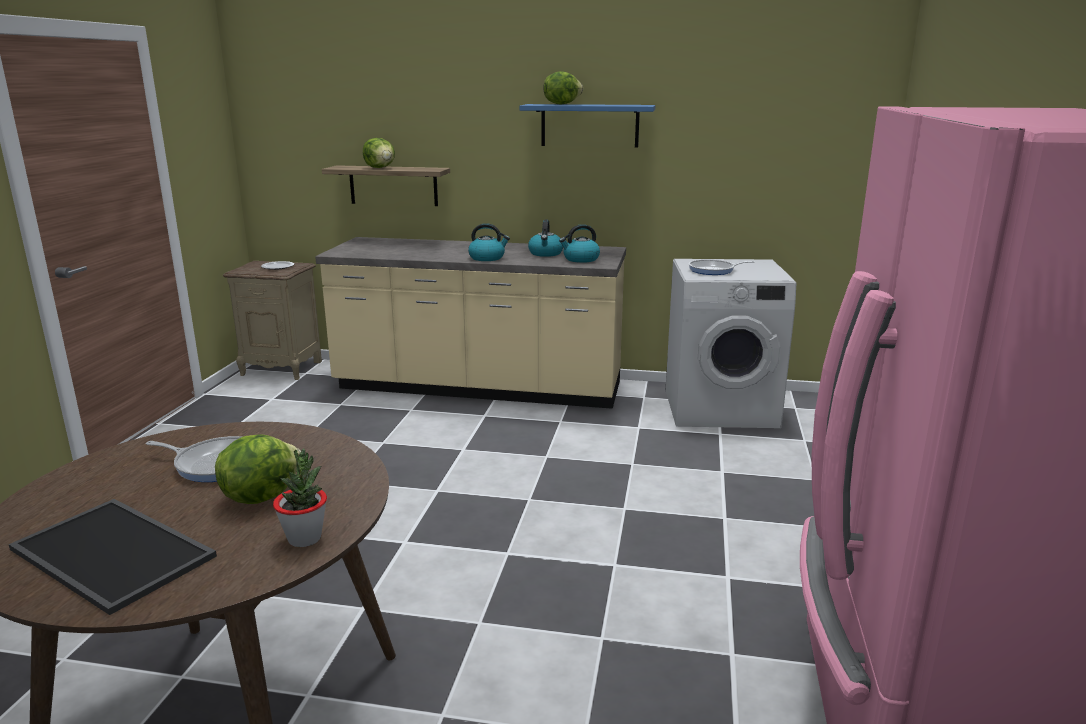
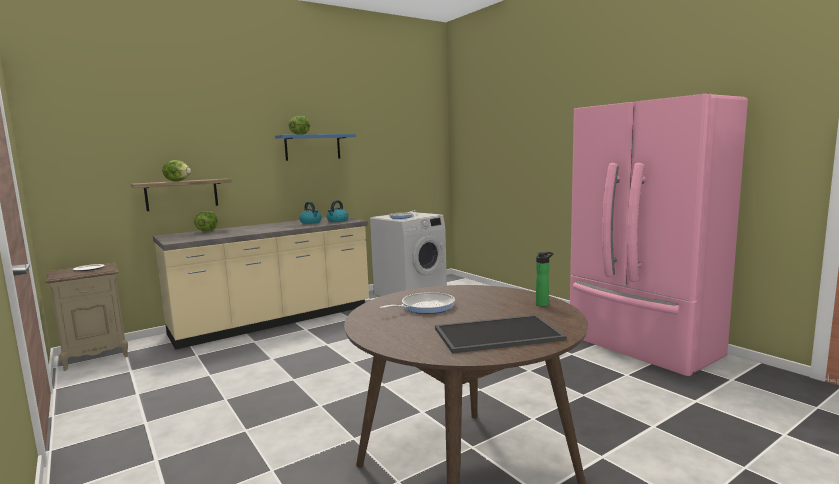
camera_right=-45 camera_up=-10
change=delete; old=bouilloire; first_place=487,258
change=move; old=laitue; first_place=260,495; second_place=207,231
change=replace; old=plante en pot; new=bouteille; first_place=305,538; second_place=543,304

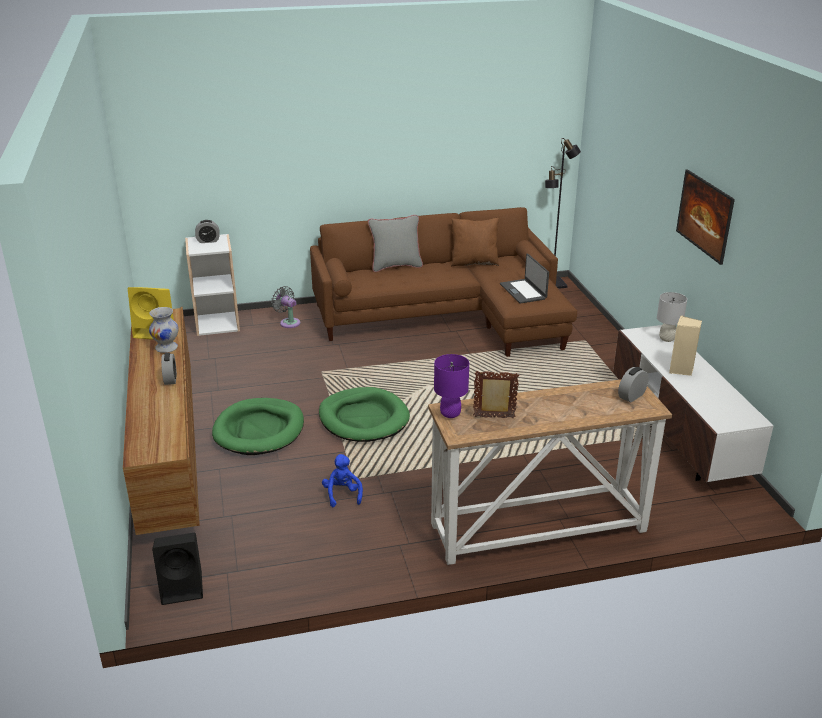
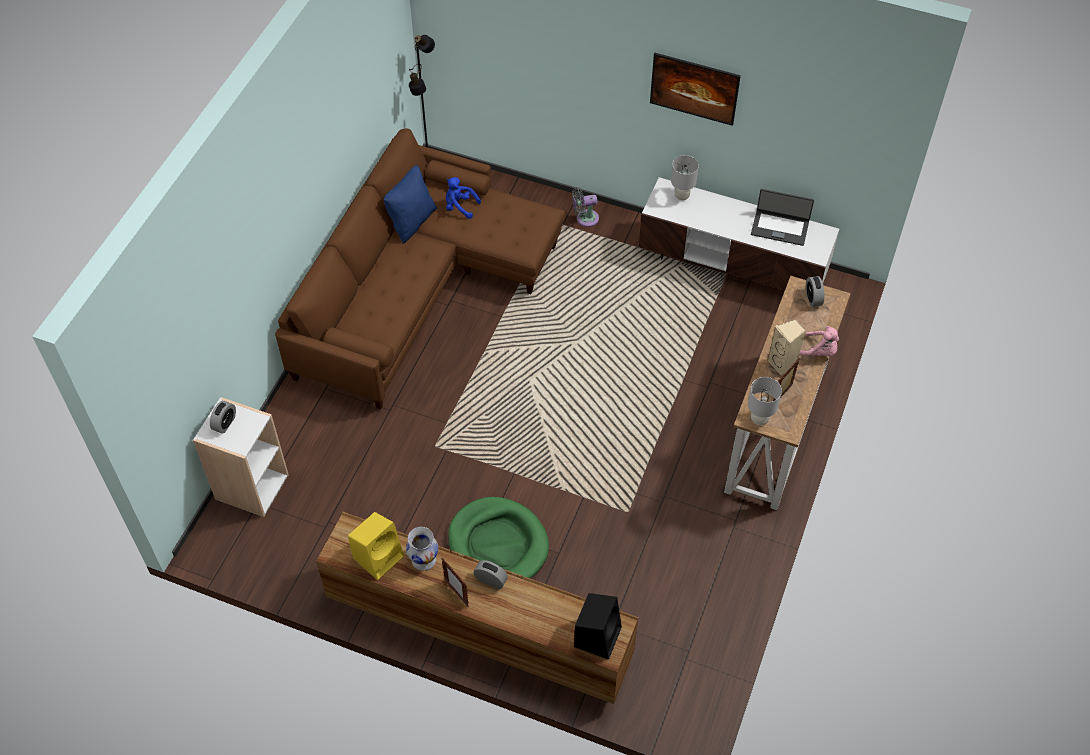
camera_right=-55 camera_up=25
change=delete; old=panier pour chien/vert; first_place=363,418
change=delete; old=coussin/gris; first_place=395,266
change=insert; new=cadre photo; second_place=456,593
change=insert; new=peluche/rose; second_place=819,352
change=move; old=enceinte/noir; first_place=183,587; second_place=597,635
change=move; old=ventilateur/gris; first_place=288,322; second_place=585,219
change=move; old=peluche/bleu; first_place=342,494; second_place=460,207
change=move; old=ordinateur portable; first_place=523,291; second_place=780,227
change=move; old=enceinte/beige; first_place=681,370; second_place=783,364
change=recolor; old=lampe de table/violet; new=lampe de table/gris; first_place=451,415; second_place=760,419
change=recolor; old=coussin/marron; new=coussin/bleu; first_place=474,262; second_place=411,221

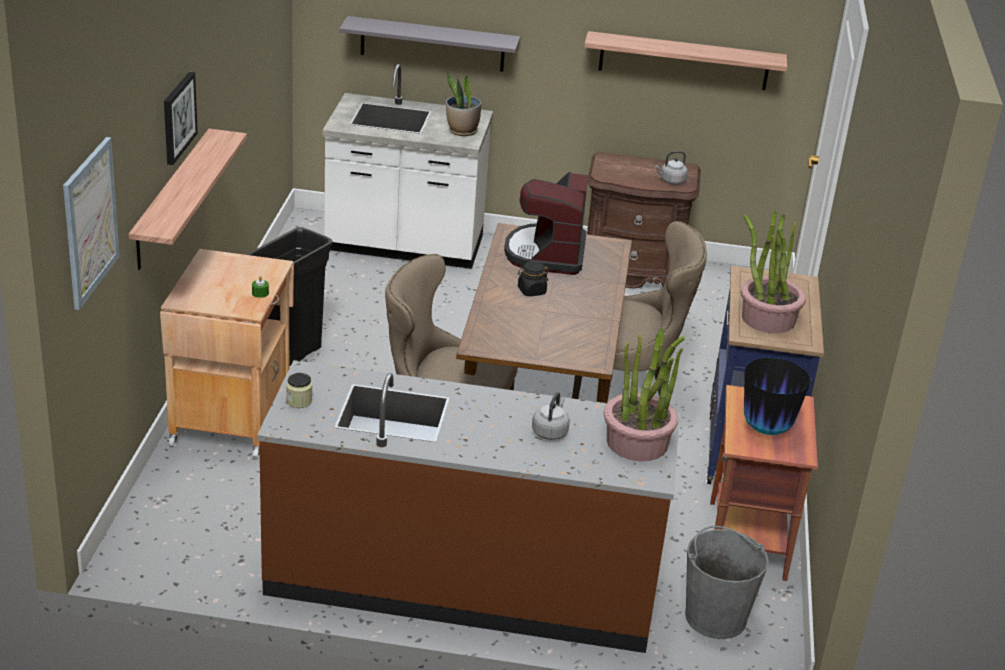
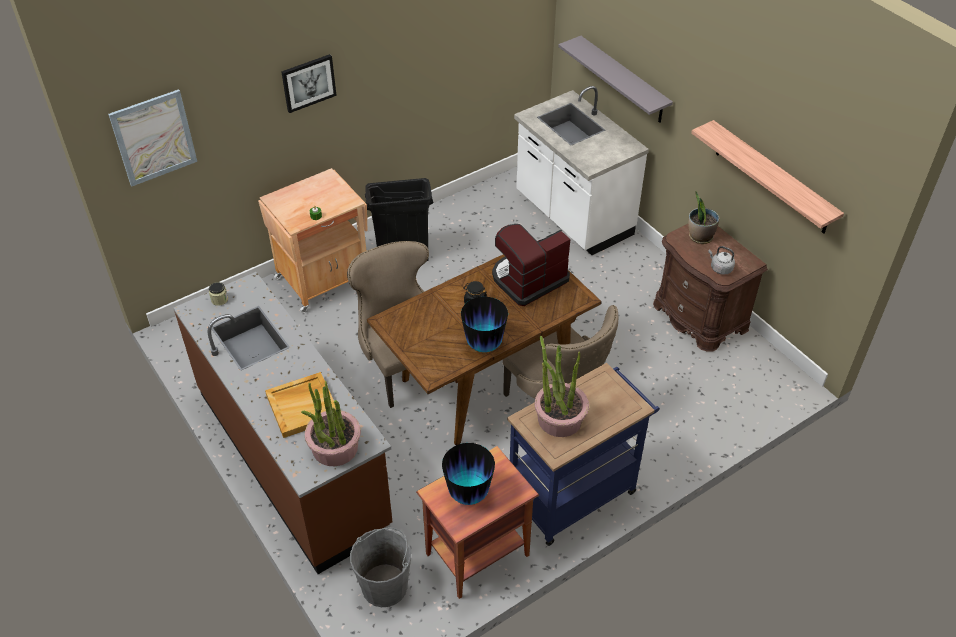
camera_right=50 camera_up=15
change=delete; old=étagère; first_place=172,199
change=insert; new=vase; second_place=484,345
change=move; old=plante en pot; first_place=462,131; second_place=700,237
change=replace; old=bouilloire/gris; new=plateau/beige; first_place=550,431; second_place=303,406

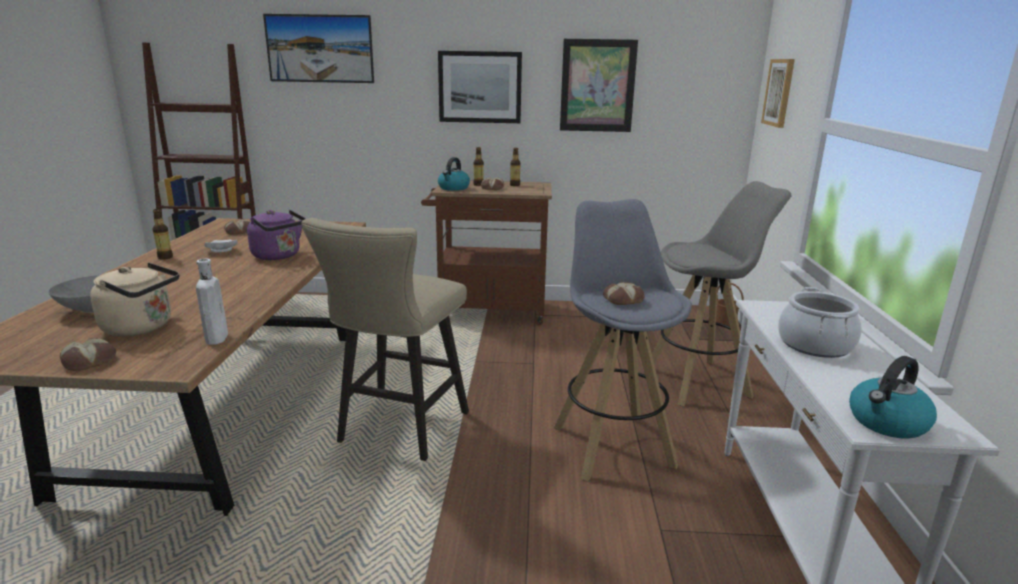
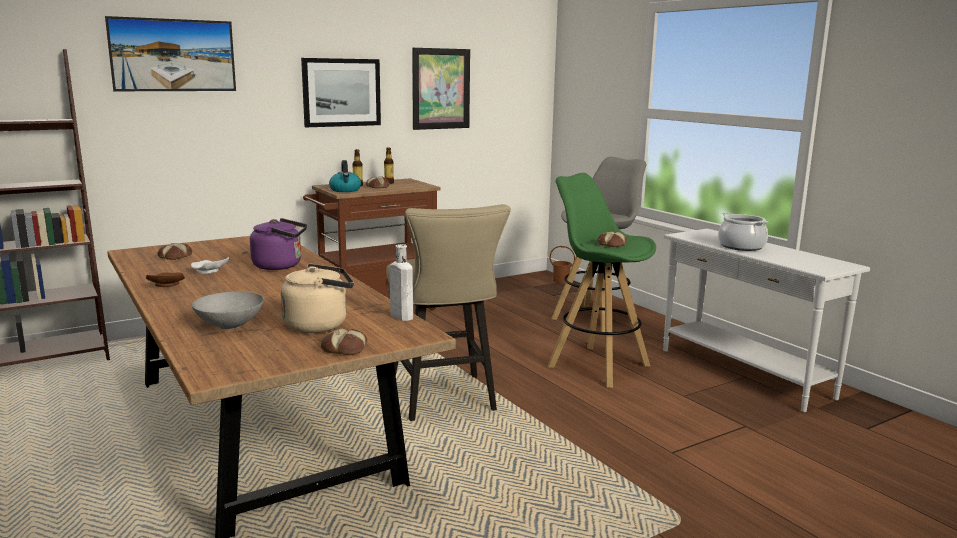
camera_right=-35 camera_up=-5
change=delete; old=tableau; first_place=779,92
change=delete; old=bouilloire; first_place=887,423
change=replace; old=bouteille; new=assiette/marron; first_place=165,257; second_place=166,285
change=recolor; old=tabouret/gris; new=tabouret/vert; first_place=612,444; second_place=596,365

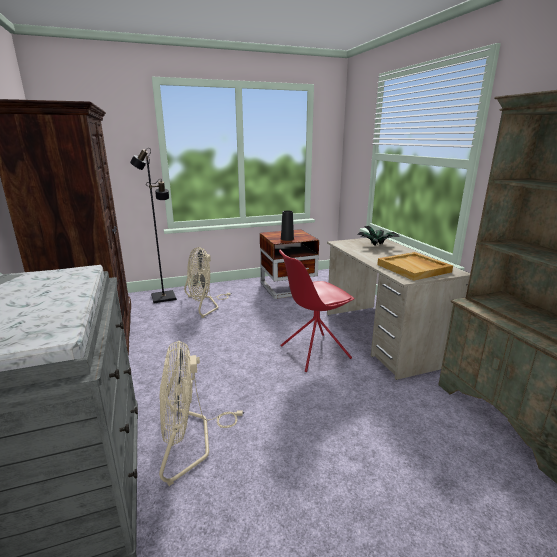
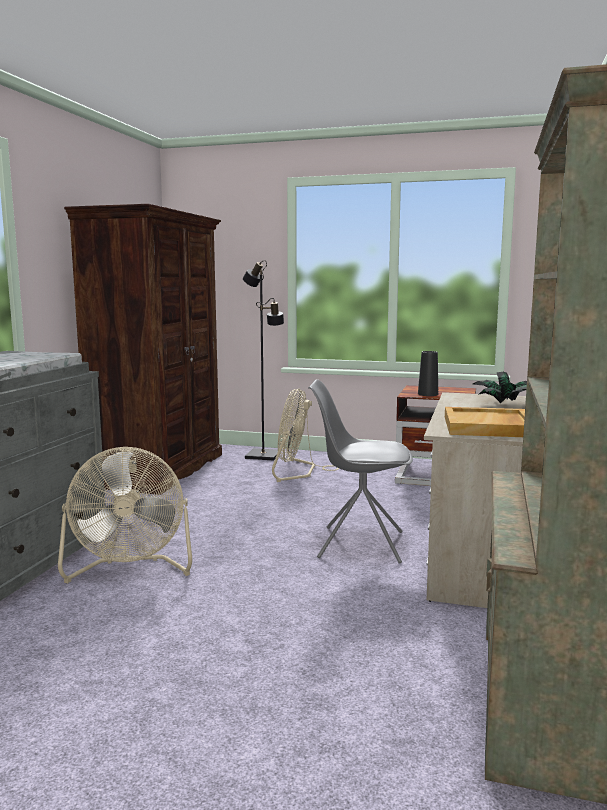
camera_right=35 camera_up=-10
change=recolor; old=chaise/rouge; new=chaise/gris; first_place=313,352; second_place=359,544
change=rotate; old=ventilateur/beige; first_place=192,437; second_place=126,568; degrees=-120

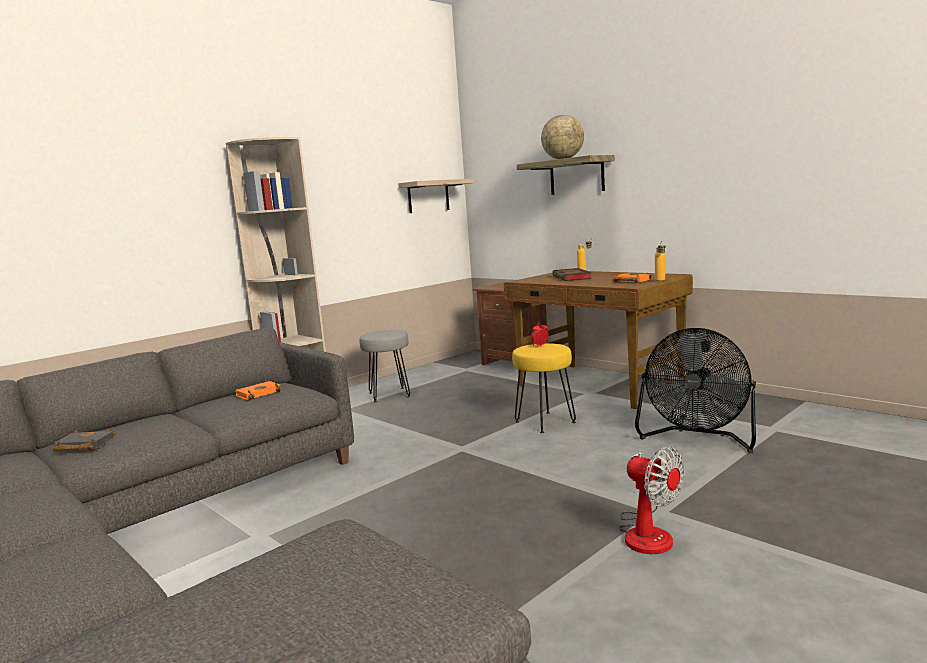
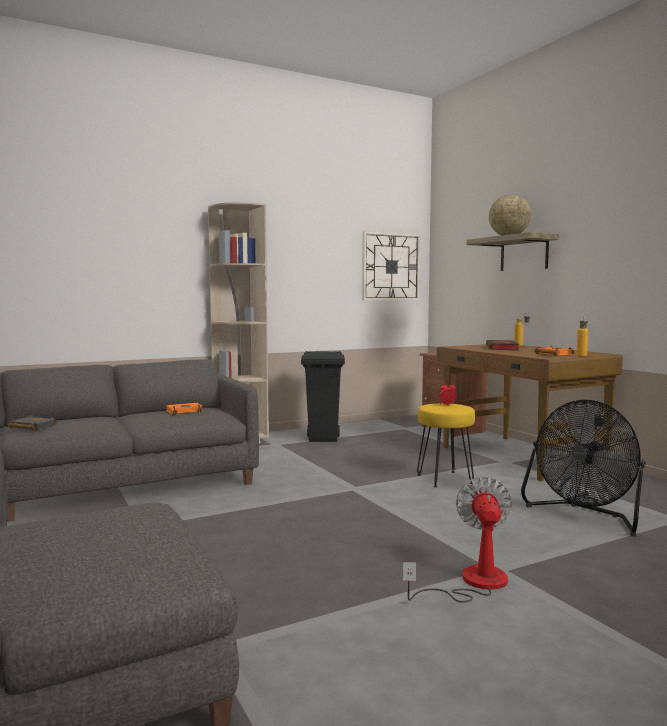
camera_right=15 camera_up=-5
change=replace; old=tabouret/gris; new=poubelle/noir; first_place=389,394; second_place=323,438
change=replace; old=étagère; new=horloge murale; first_place=428,196; second_place=391,267
change=rotate; old=ventilateur; first_place=647,532; second_place=472,583; degrees=-150

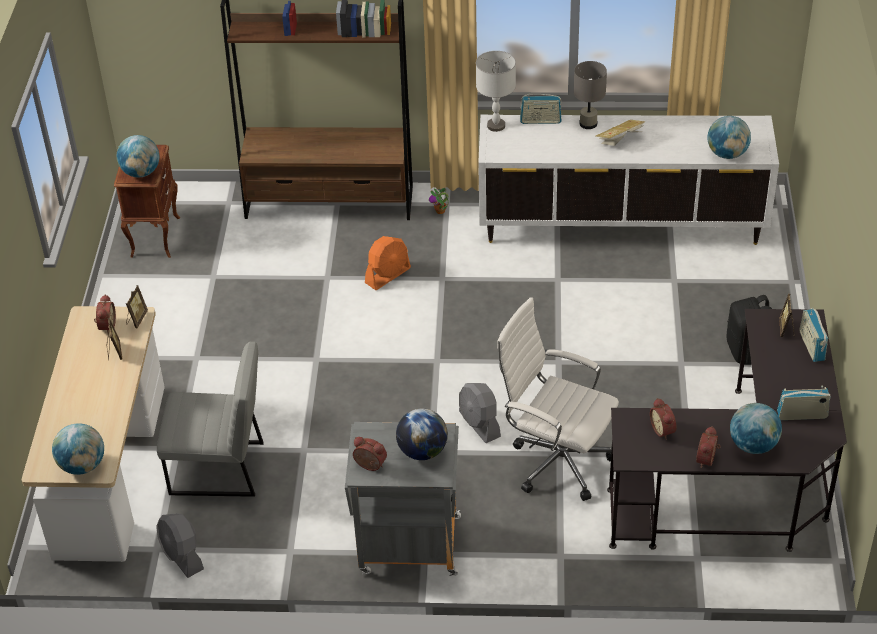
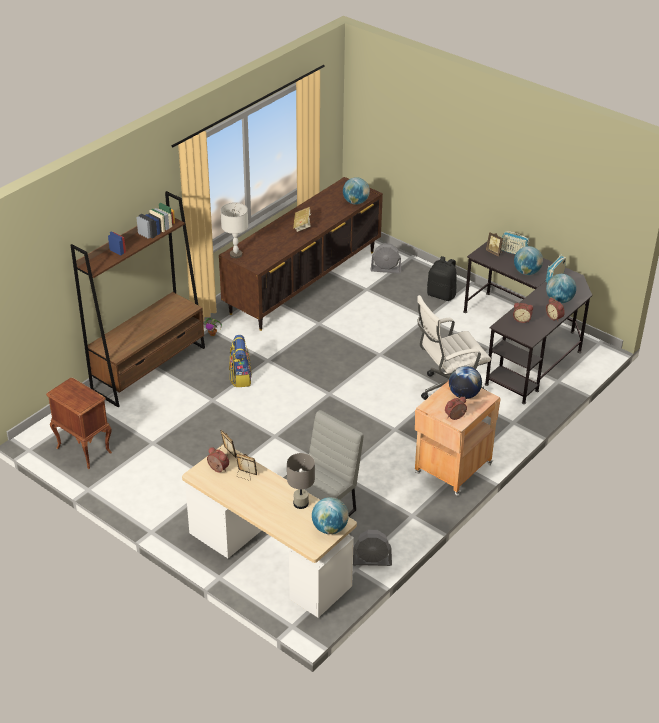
camera_right=-55 camera_up=-5
change=delete; old=radio; first_place=540,121
change=move; old=globe; first_place=141,172; second_place=527,272
change=move; old=ventilateur/gris; first_place=479,424; second_place=386,269
change=move; old=lampe de table/gris; first_place=587,123; second_place=300,503
change=replace; old=ventilateur/orange; new=sac à dos; first_place=388,275; second_place=240,377
change=recolor; old=chariot/gris; new=chariot/marron; first_place=408,544; second_place=452,470
change=recolor; old=meuble de rangement/blanc; new=meuble de rangement/marron; first_place=621,223; second_place=303,282

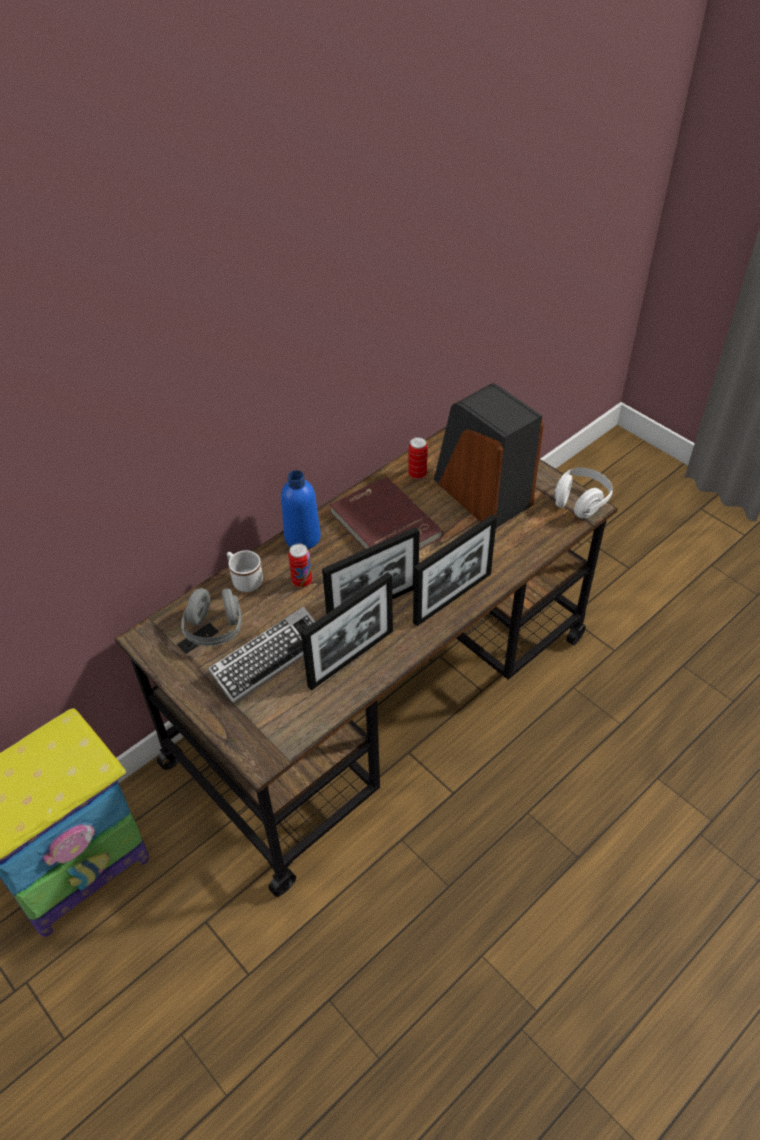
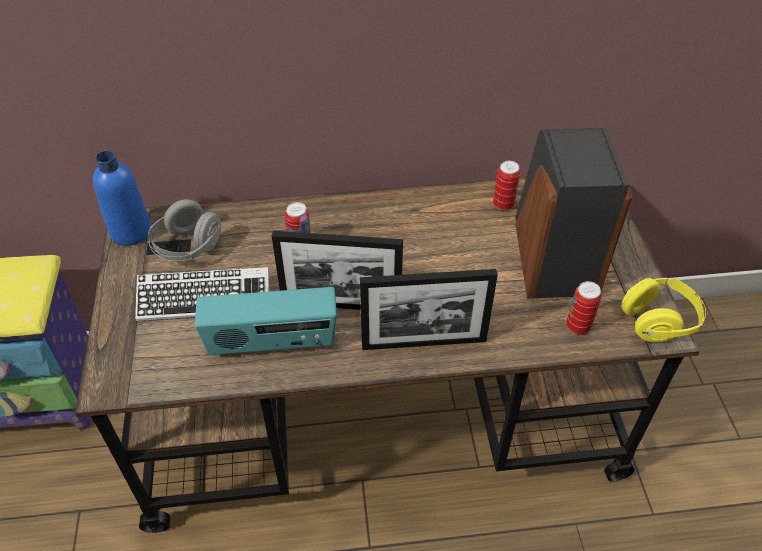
camera_right=35 camera_up=0
change=delete; old=mug/blanc; first_place=244,579
change=delete; old=livre/rouge; first_place=383,525
change=insert; new=boîte métallique; second_place=578,326
change=move; old=bouteille/bleu; first_place=302,537; second_place=131,231
change=replace; old=cadre photo; new=radio; first_place=351,658; second_place=272,343
change=recolor; old=casque audio/blanc; new=casque audio/jaune; first_place=580,502; second_place=658,321

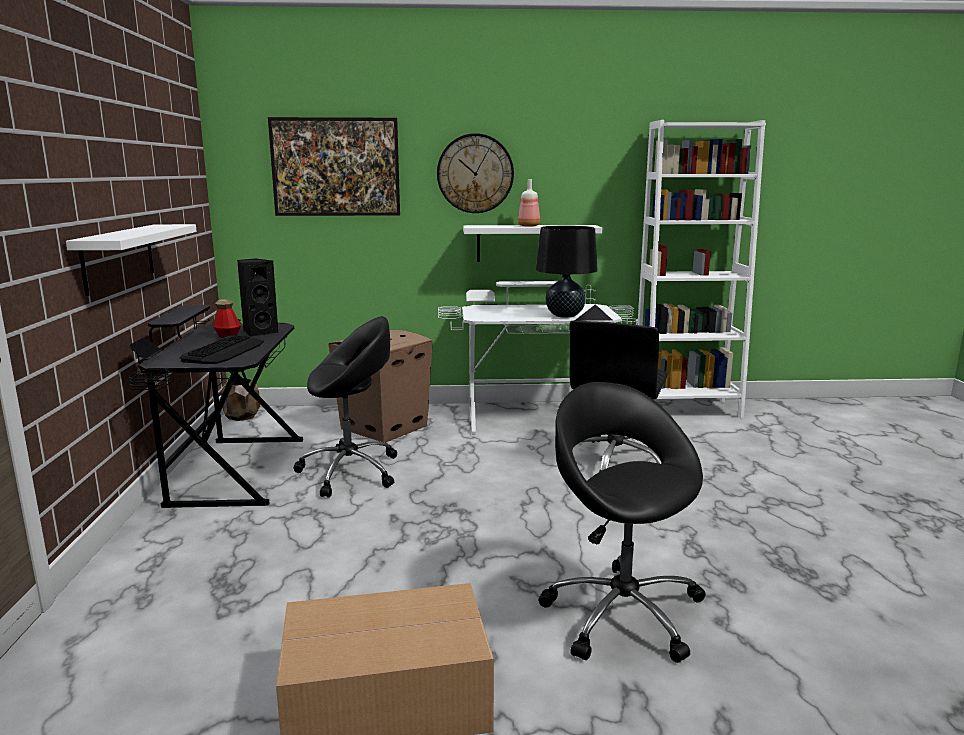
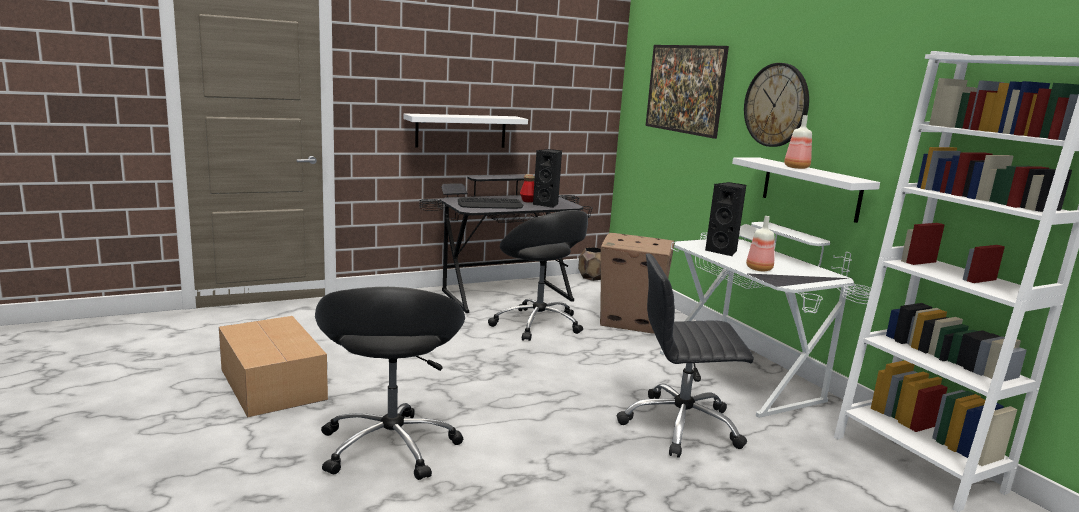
camera_right=65 camera_up=0
change=insert; new=enceinte/noir; second_place=723,251
change=replace; old=lampe de table/noir; new=bouteille; first_place=564,315; second_place=759,269
change=rotate; old=chaise de bureau/noir; first_place=620,613; second_place=389,449; degrees=150

